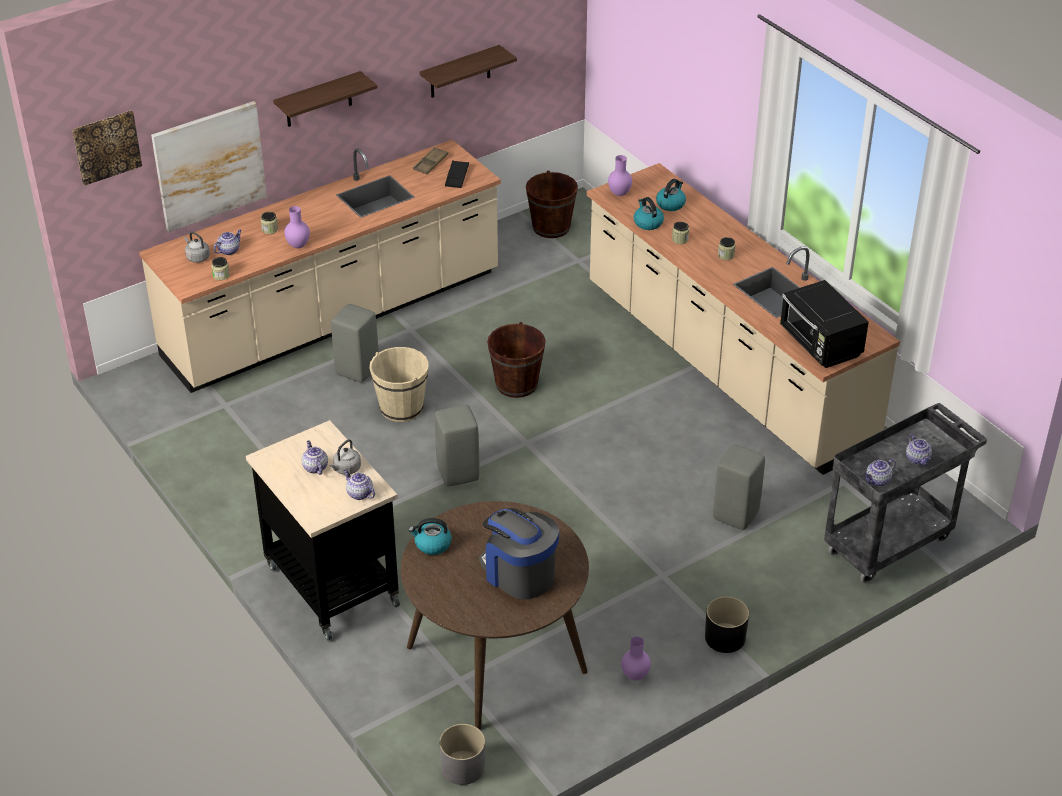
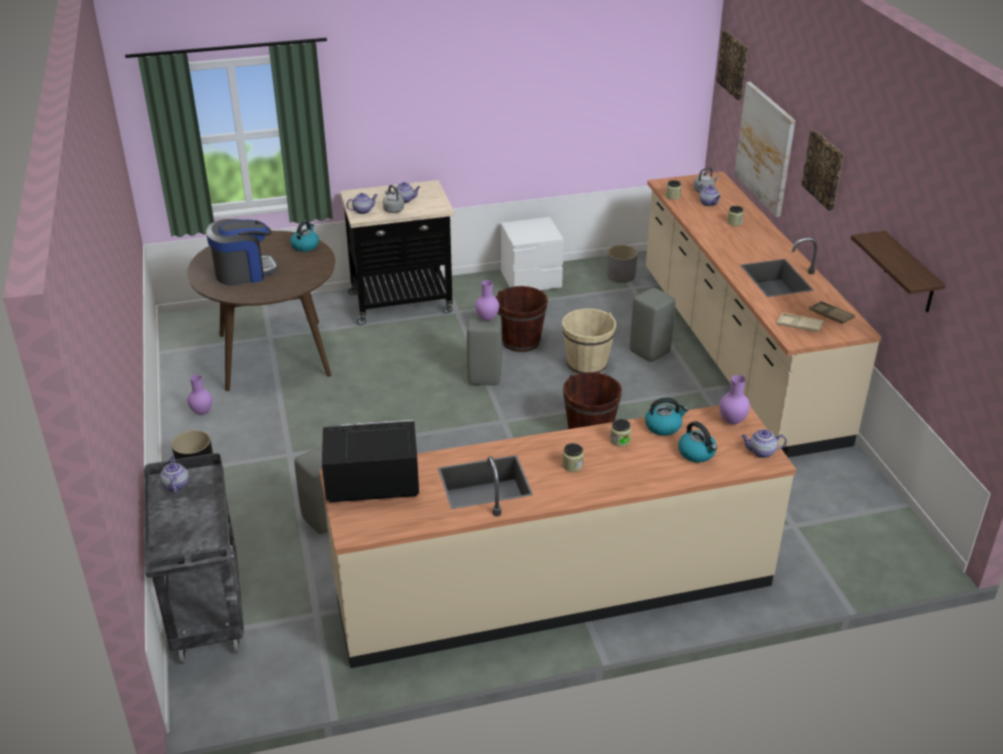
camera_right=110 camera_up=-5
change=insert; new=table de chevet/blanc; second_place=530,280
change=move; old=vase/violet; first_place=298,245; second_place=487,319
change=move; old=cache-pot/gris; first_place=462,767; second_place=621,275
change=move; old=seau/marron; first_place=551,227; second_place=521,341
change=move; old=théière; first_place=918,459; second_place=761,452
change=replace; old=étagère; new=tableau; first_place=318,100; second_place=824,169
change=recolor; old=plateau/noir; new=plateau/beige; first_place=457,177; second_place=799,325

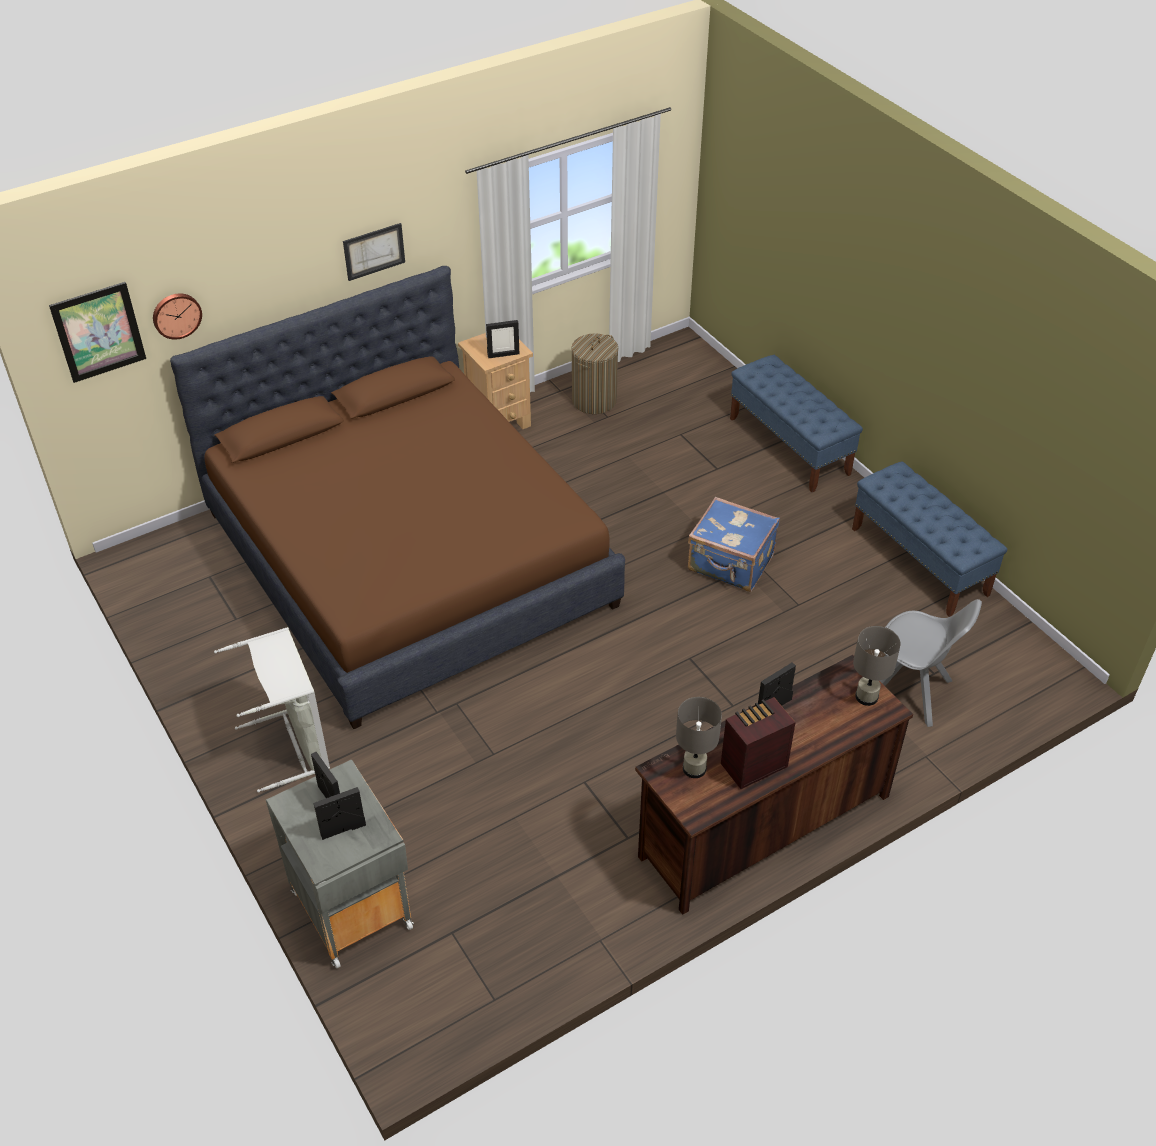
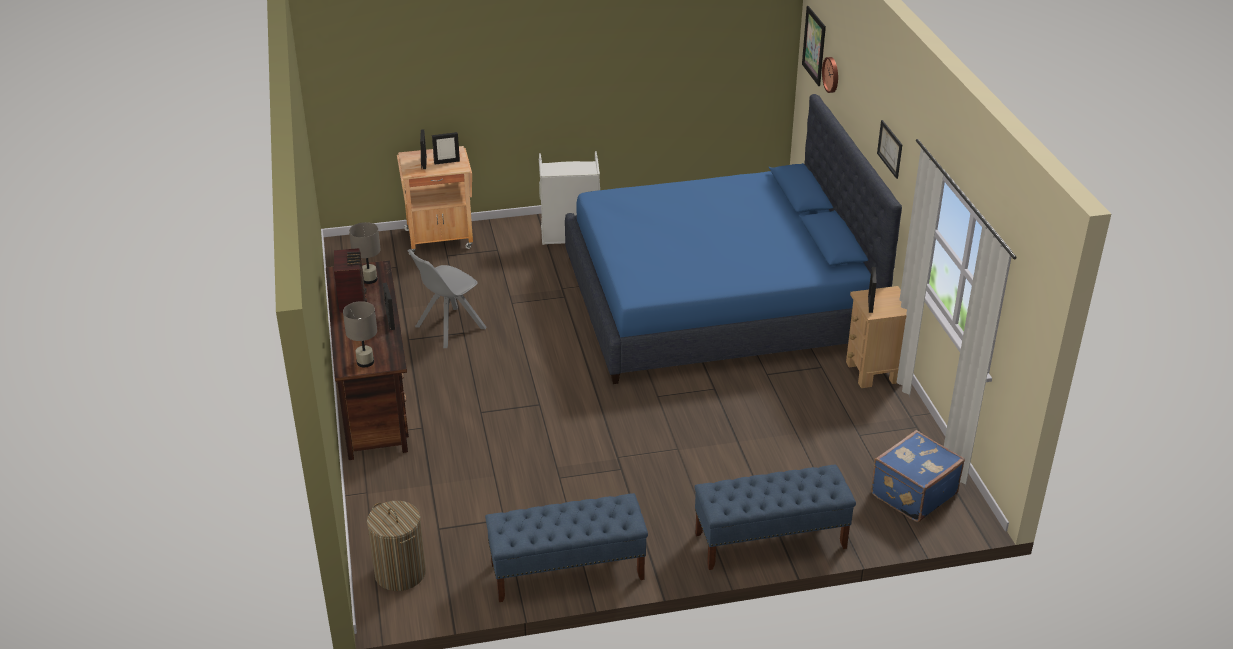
camera_right=110 camera_up=-10
change=move; old=panier à linge; first_place=594,400; second_place=400,573
change=move; old=valise/bleu; first_place=730,564; second_place=912,493
change=move; old=chaise/gris; first_place=910,692; second_place=448,328
change=recolor; old=lit/marron; new=lit/bleu; first_place=408,558; second_place=718,300
change=recolor; old=chariot/gris; new=chariot/marron; first_place=350,906; second_place=440,239

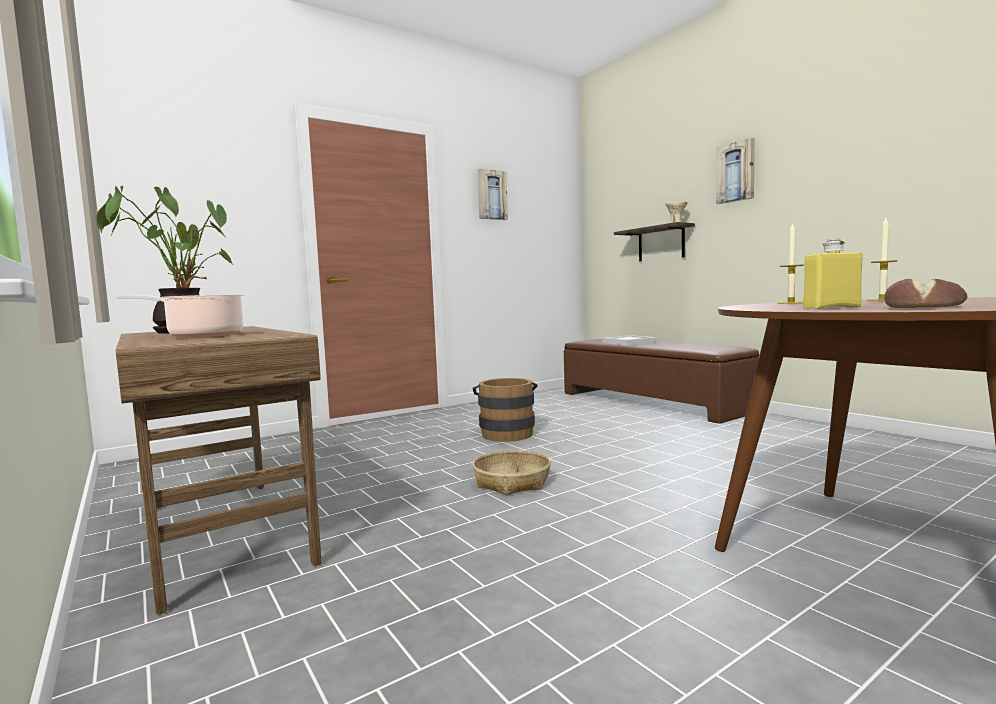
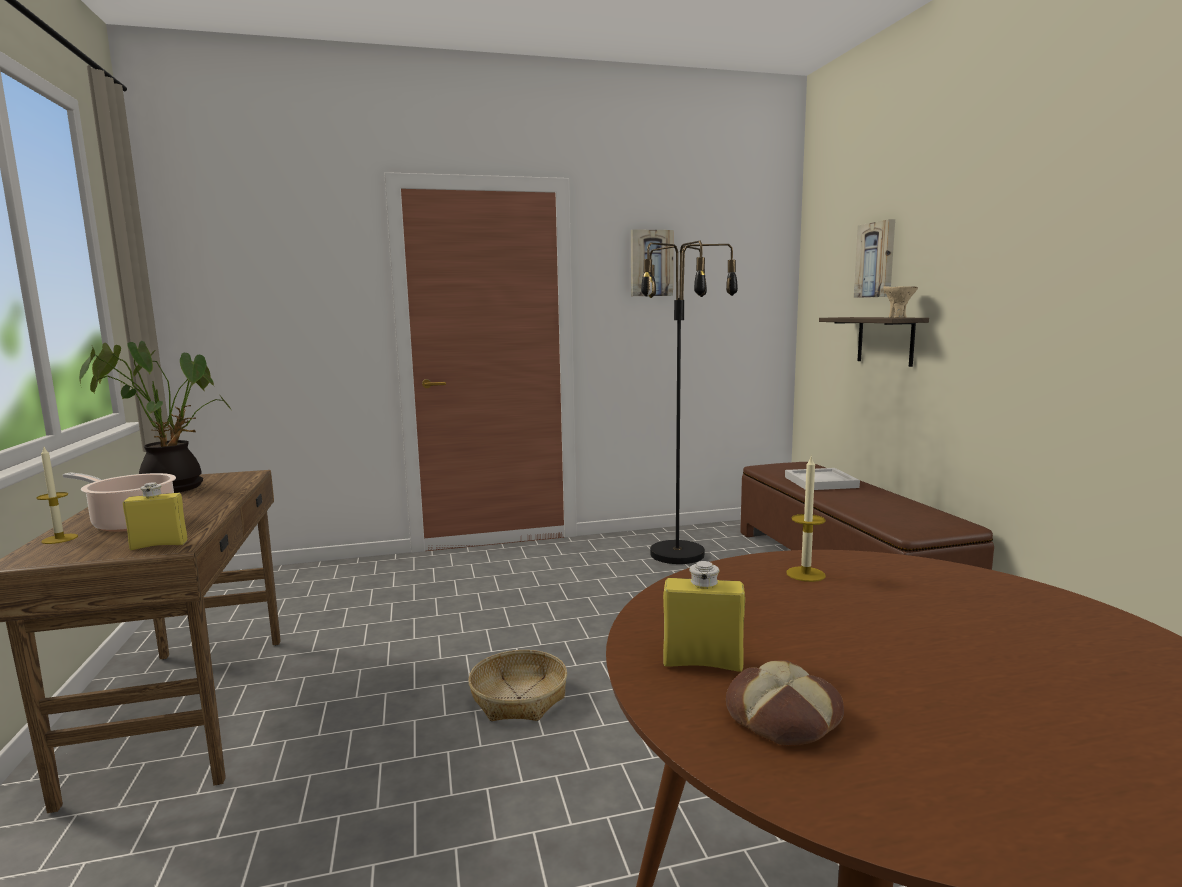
camera_right=20 camera_up=5
change=delete; old=seau/marron; first_place=506,433
change=insert; new=bouteille/jaune; second_place=159,545
change=insert; new=lampadaire; second_place=678,554
change=move; old=tableau; first_place=736,172; second_place=876,260
change=move; old=bougie; first_place=882,300; second_place=59,539

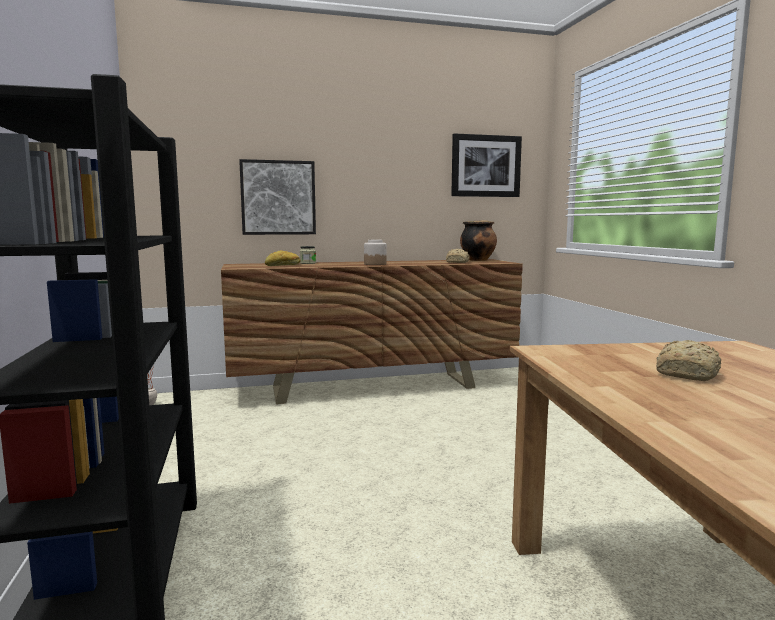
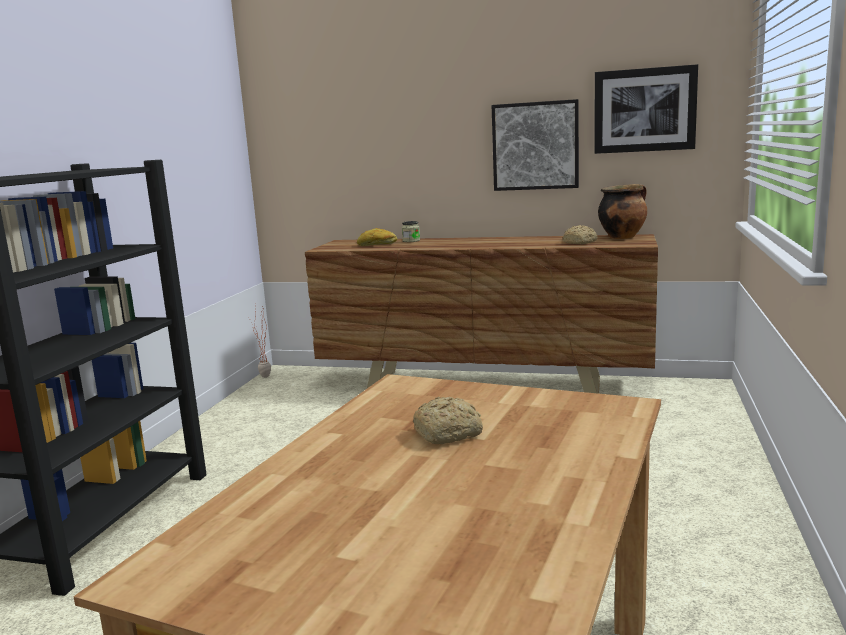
camera_right=30 camera_up=5
change=delete; old=bocal; first_place=375,264
change=move; old=tableau; first_place=278,197; second_place=535,146

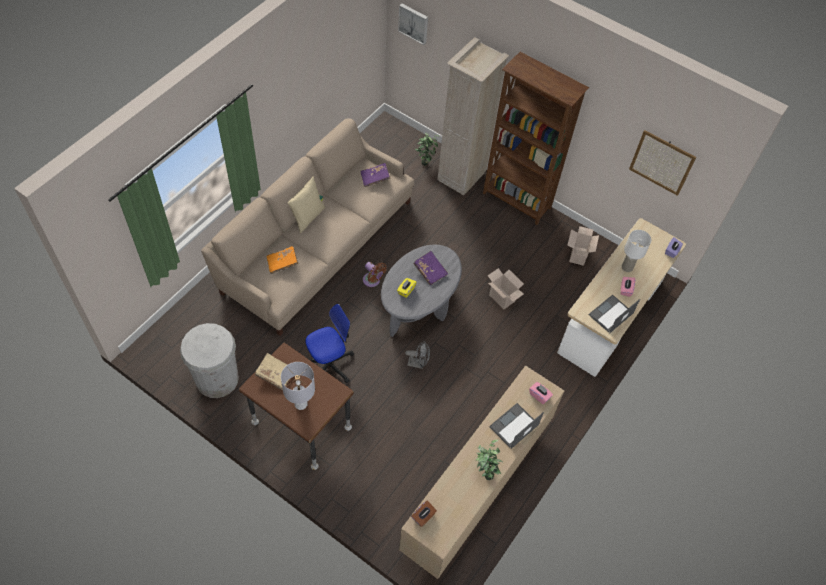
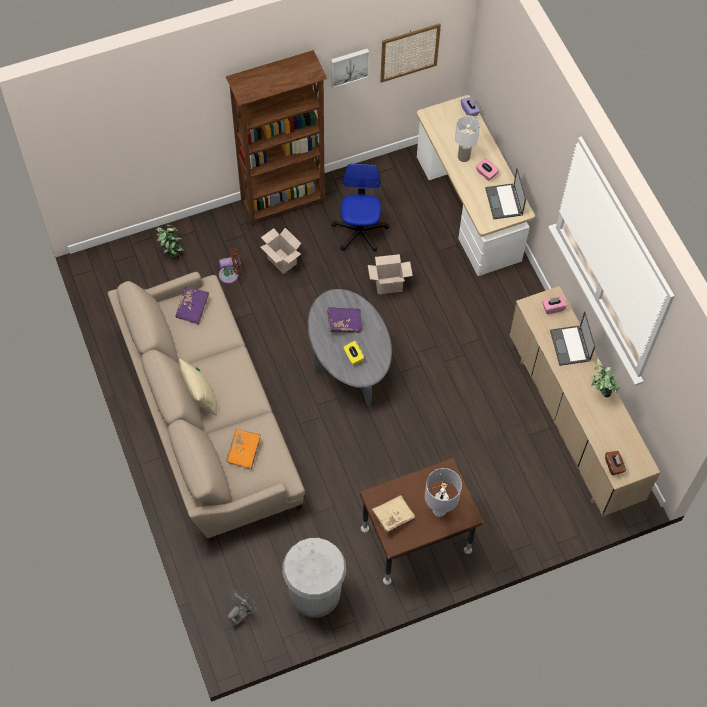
camera_right=-55 camera_up=5
change=delete; old=meuble de rangement/beige; first_place=461,176
change=move; old=chaise de bureau; first_place=329,364; second_place=360,232
change=move; old=ventilateur/marron; first_place=372,281; second_place=231,274
change=move; old=tableau; first_place=414,23; second_place=349,66
change=move; old=ventilateur/gris; first_place=418,363; second_place=242,612
change=move; old=carton; first_place=577,255; second_place=281,261

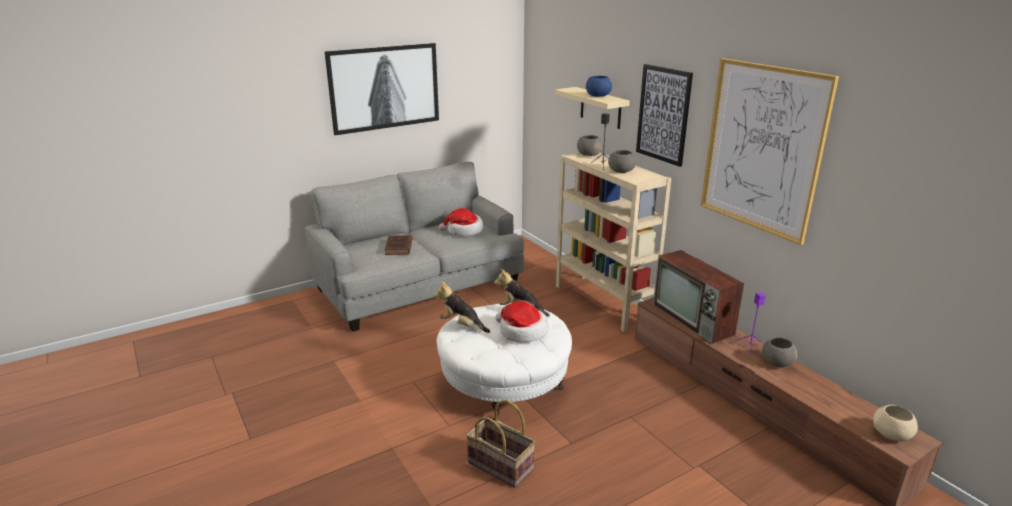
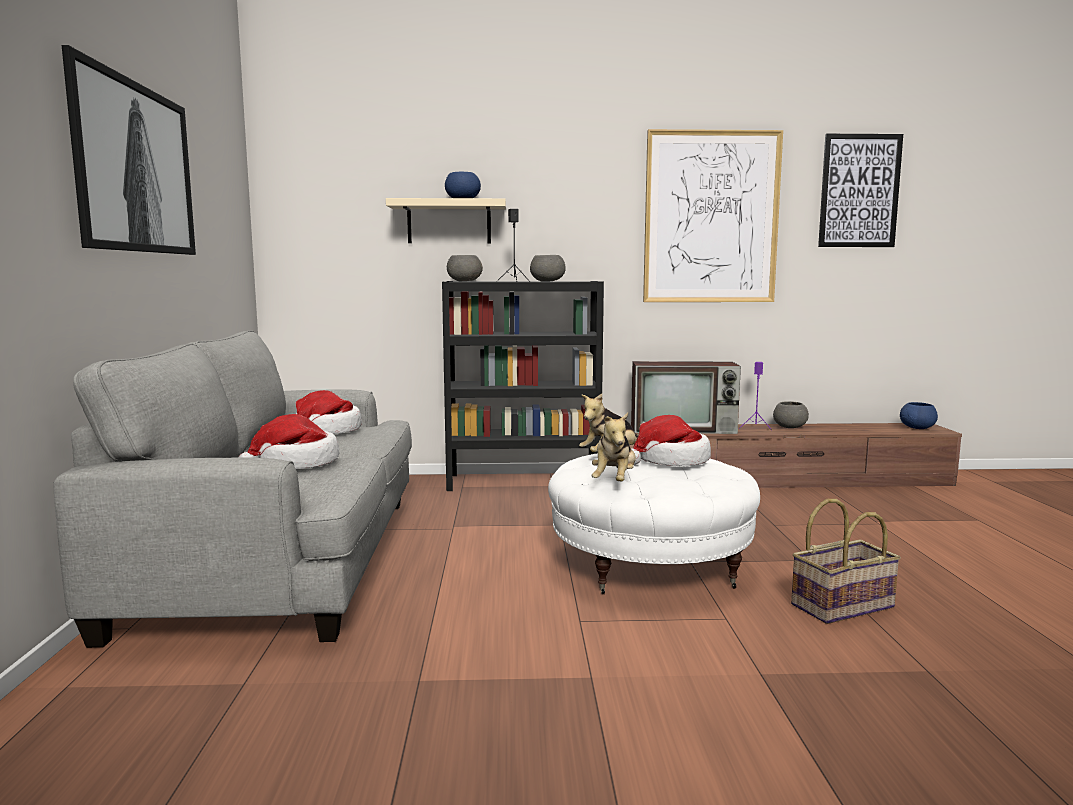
camera_right=-60 camera_up=-15
change=move; old=tableau; first_place=663,114; second_place=859,191
change=replace; old=livre/marron; new=chapeau; first_place=398,248; second_place=296,464
change=recolor; old=bibliothèque/beige; new=bibliothèque/noir; first_place=603,302; second_place=523,482
change=recolor; old=bol/beige; new=bol/bleu; first_place=892,435; second_place=918,428
change=rotate; old=peluche; first_place=461,325; second_place=614,481; degrees=-45

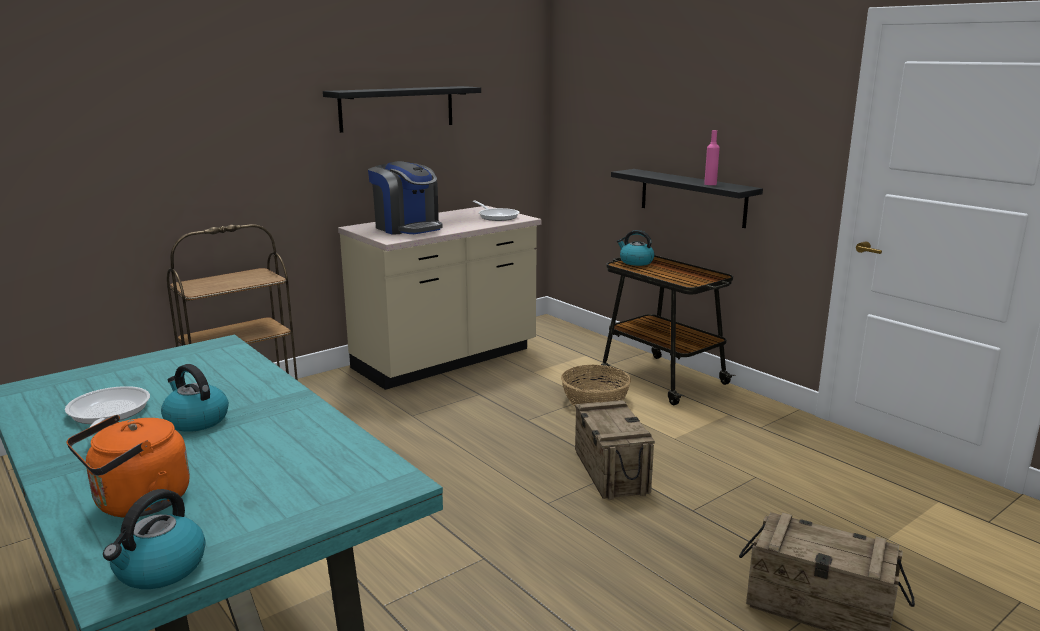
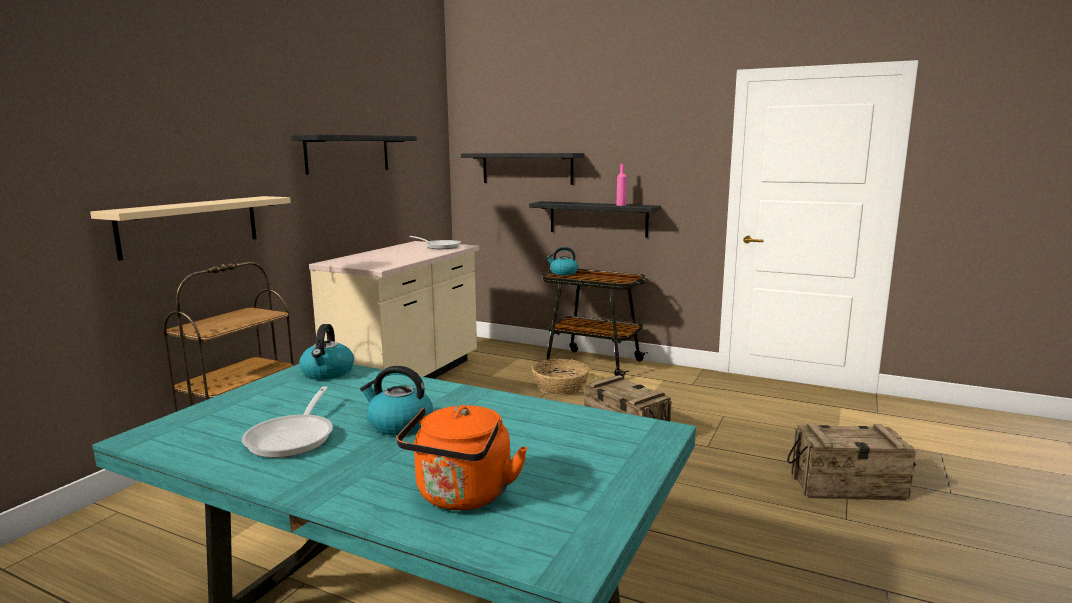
camera_right=-25 camera_up=-5
change=delete; old=machine à café; first_place=407,228
change=insert; new=étagère/beige; second_place=190,225
change=insert; new=étagère/noir; second_place=527,168
change=move; old=bouilloire; first_place=160,569; second_place=328,373
change=rotate; old=poêle; first_place=107,414; second_place=294,437; degrees=-135

